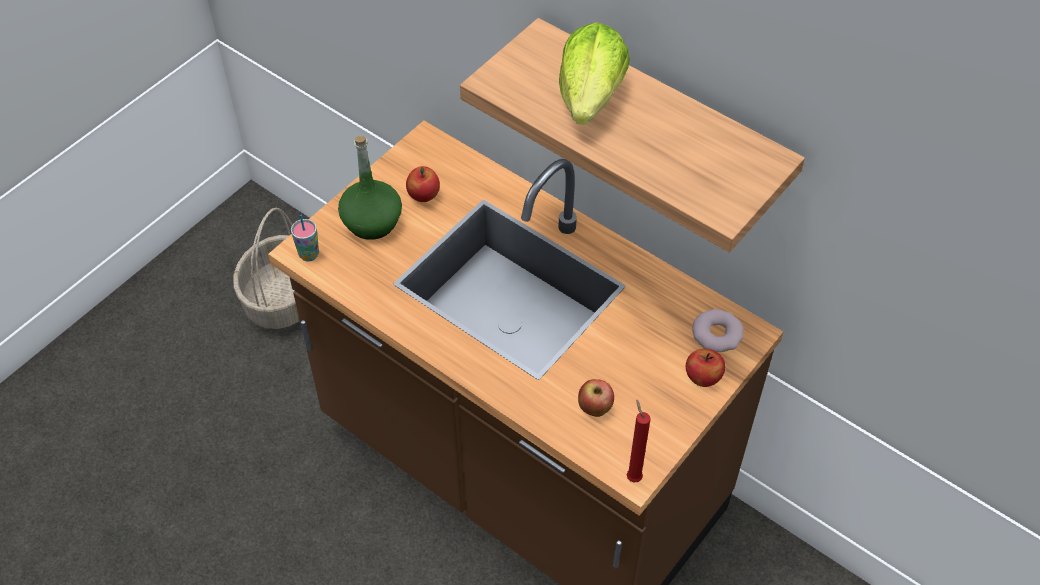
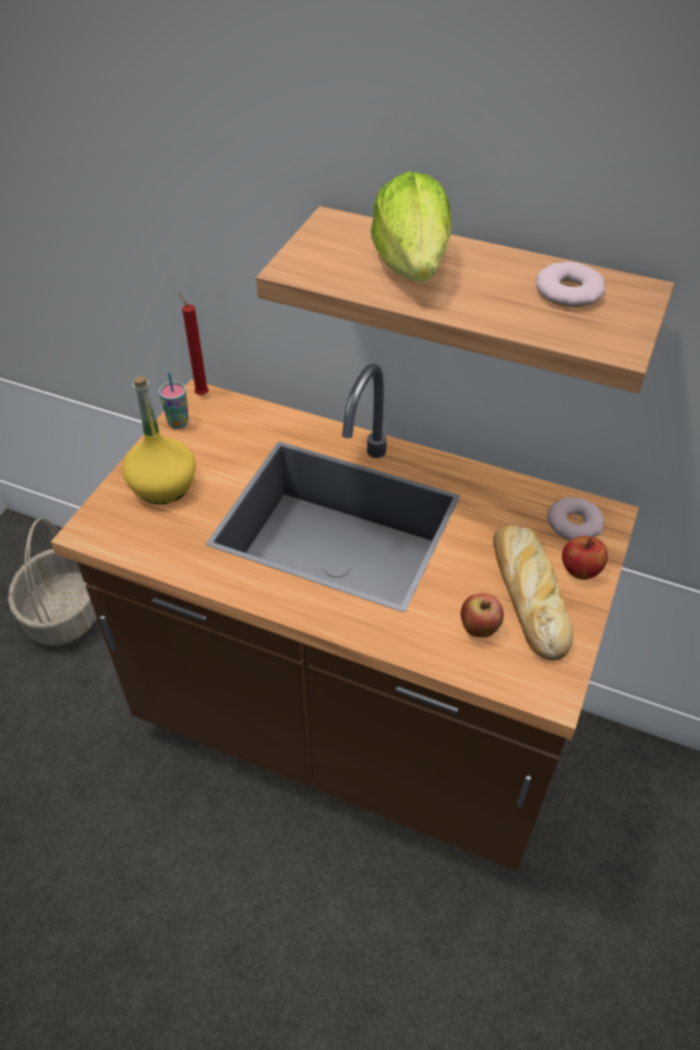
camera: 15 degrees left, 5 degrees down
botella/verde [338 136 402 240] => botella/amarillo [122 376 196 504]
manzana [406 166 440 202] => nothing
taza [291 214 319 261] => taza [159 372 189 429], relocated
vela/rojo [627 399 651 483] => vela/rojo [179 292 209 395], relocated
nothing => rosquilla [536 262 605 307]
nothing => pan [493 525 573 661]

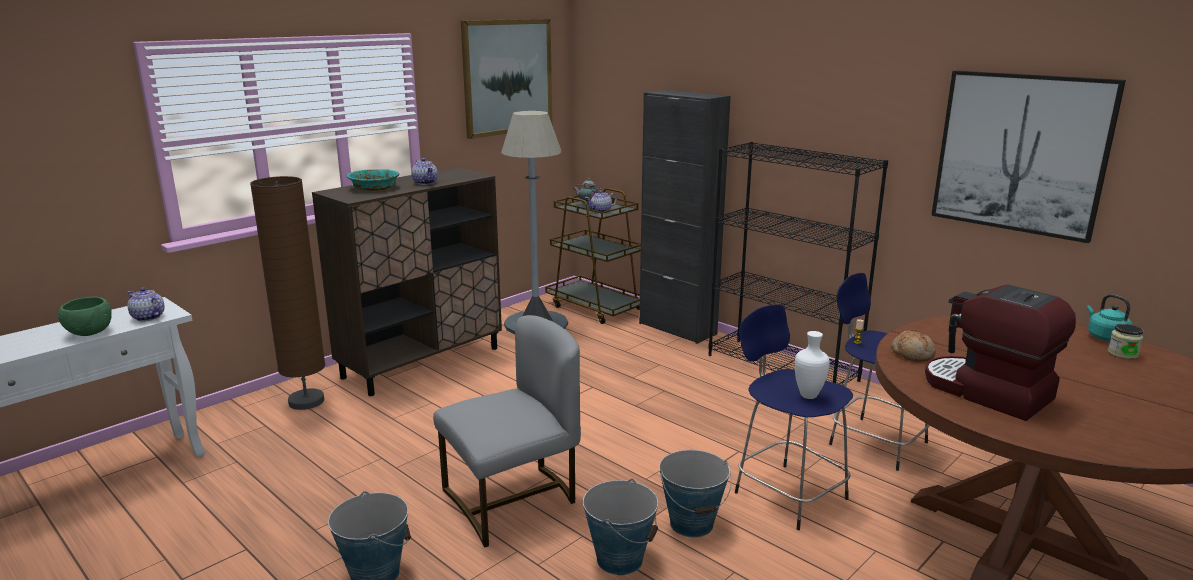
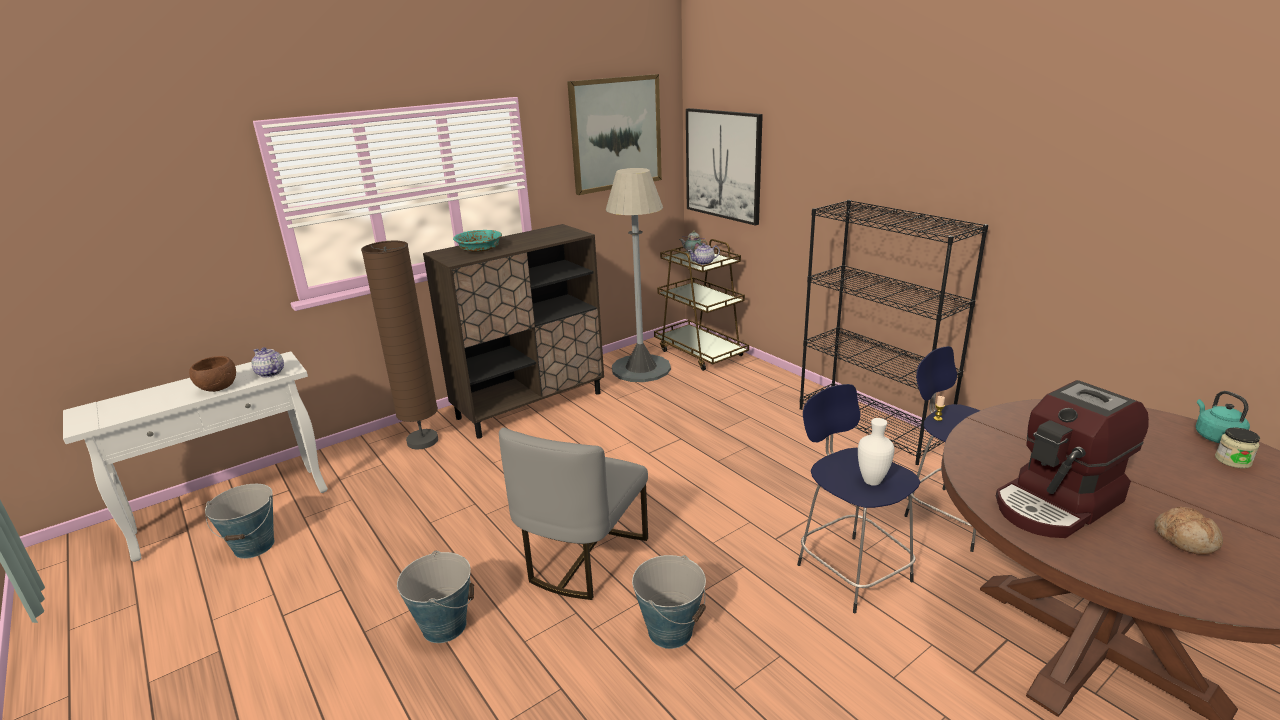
camera: 10 degrees right, 5 degrees up
cuadro [931 70 1126 243] => cuadro [686 108 763 225], relocated
armario/negro [639 90 731 344] => nothing
tetera [411 158 438 185] => nothing
cafetera [925 284 1076 421] => cafetera [996 380 1149 538], 90 degrees counterclockwise
cuenco/verde [58 297 112 336] => cuenco/marrón [189 356 236 392]
silla/gris [433 315 581 548] => silla/gris [499 428 648 600], 135 degrees clockwise
pan [891 330 936 362] => pan [1154 507 1223 555], relocated
cubo [659 450 732 538] => cubo [205 484 275 559], relocated

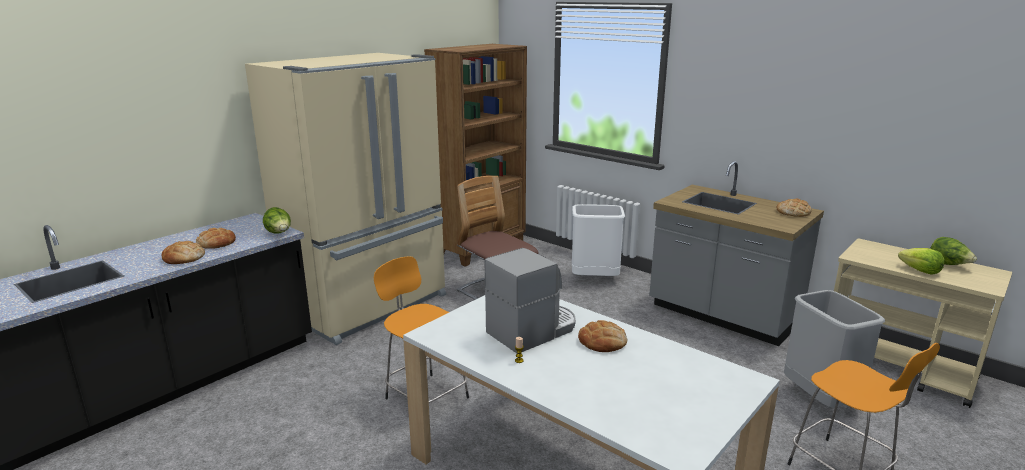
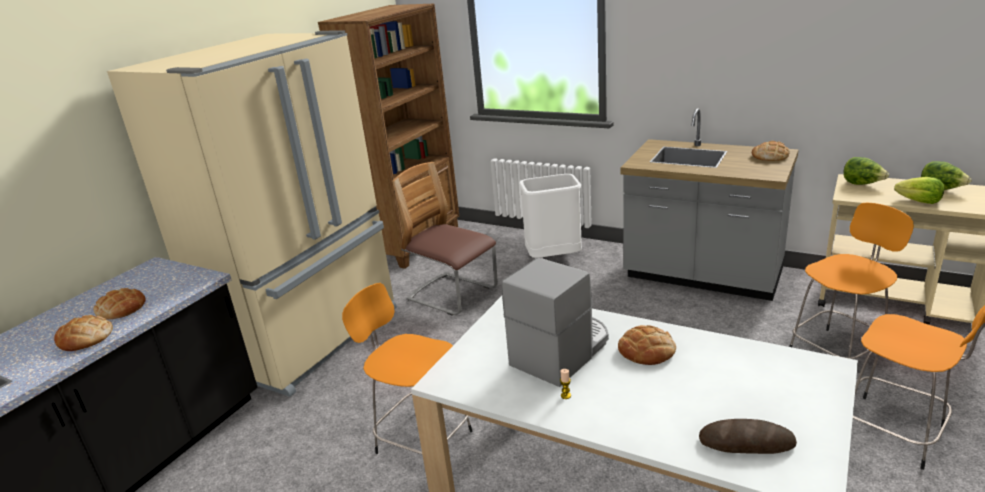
camera: 10 degrees left, 5 degrees up
lechuga [263 207 291 234] => lechuga [843 157 889 185], relocated
papelera/gris [784 290 885 407] => taburete/naranja [789 203 914 359]
nothing => pan [699 419 797 454]

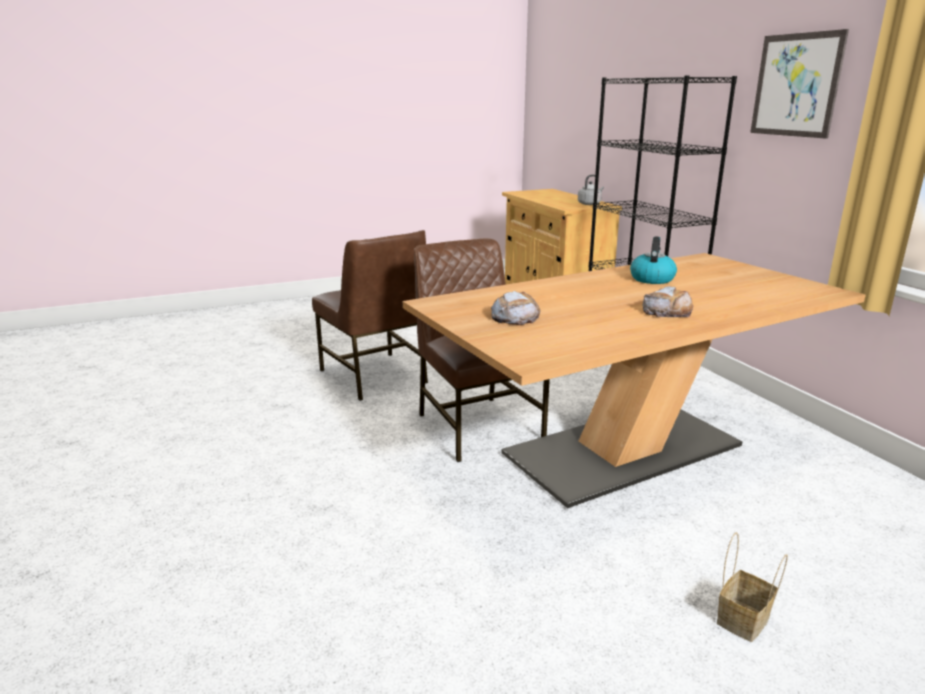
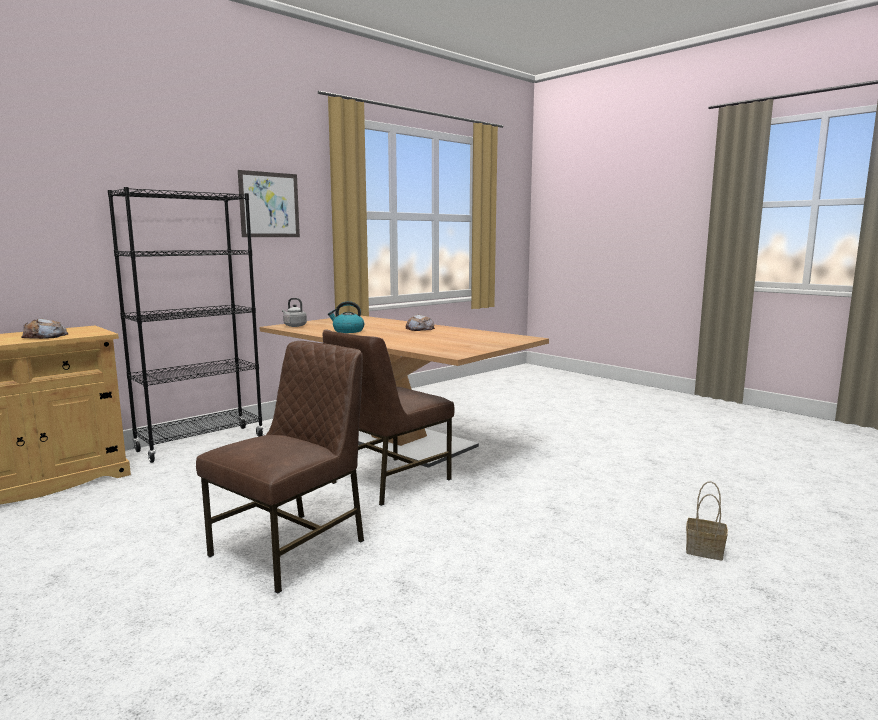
camera: 110 degrees left, 10 degrees down
hervidor/gris [578 175 604 205] => hervidor/gris [282 298 307 327], relocated
pan [491 291 541 325] => pan [21 318 69 339], relocated
cesta [717 532 788 642] => cesta [686 481 728 560], relocated

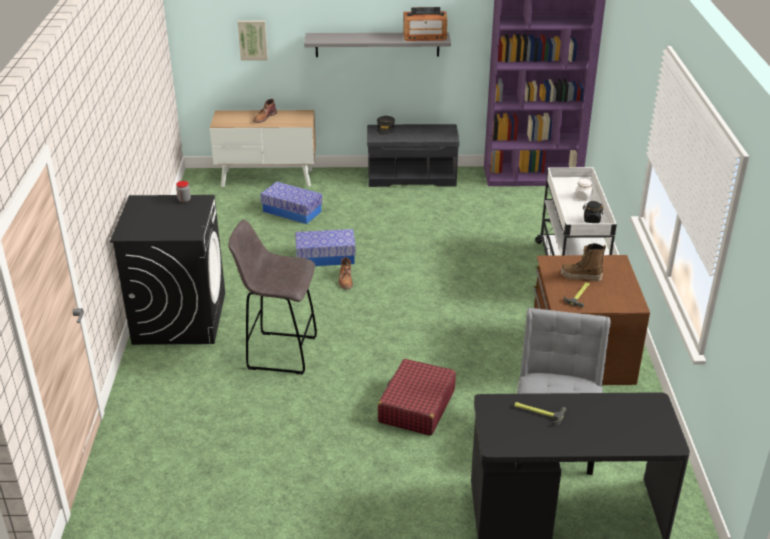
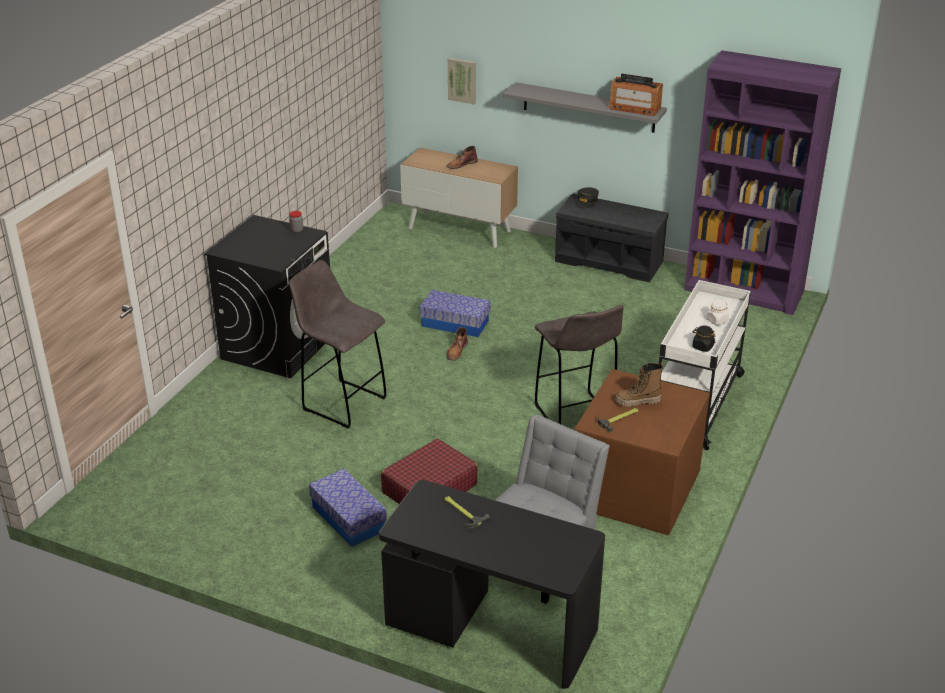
camera: 25 degrees right, 0 degrees up
caja de almacenaje [260 182 322 224] => caja de almacenaje [309 469 387 547], relocated
bota [561 243 606 281] => bota [615 363 663 407], 45 degrees counterclockwise
nothing => taburete/gris [535 305 624 424]

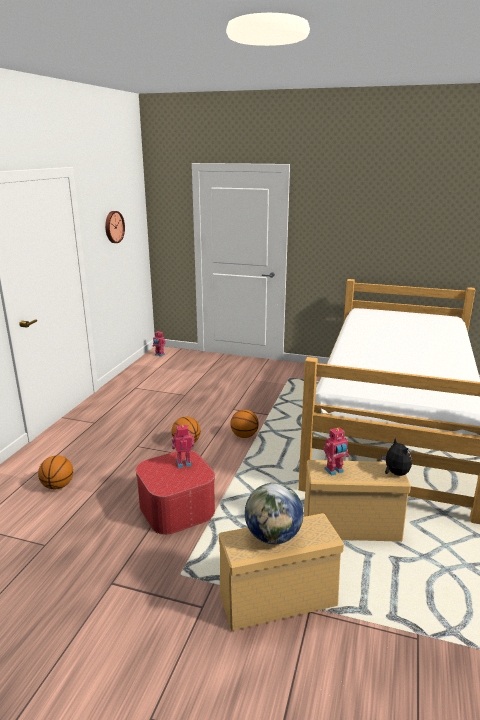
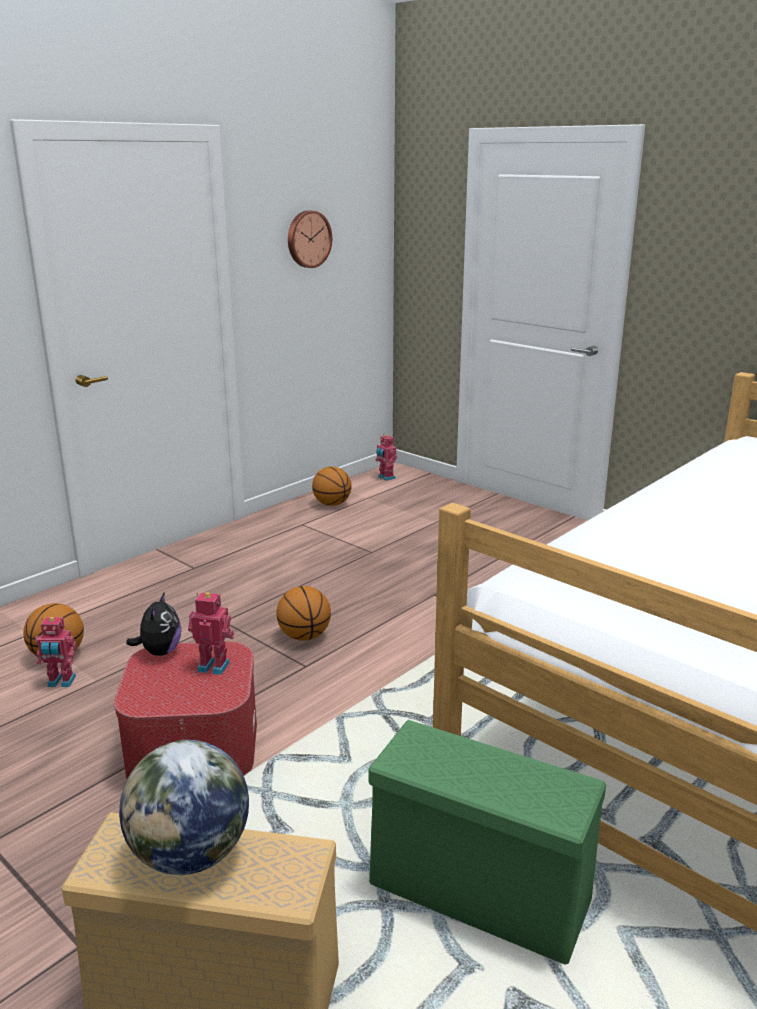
camera: 25 degrees right, 0 degrees up
balón de baloncesto [230 410 259 438] => balón de baloncesto [312 466 351 506], relocated
robot de juguete [323 427 349 476] => robot de juguete [35 617 76 687], relocated
peluche [382 437 412 476] => peluche [126 591 181 656], relocated
caja de almacenaje/beis [304 460 411 542] => caja de almacenaje/verde [369 720 606 965]

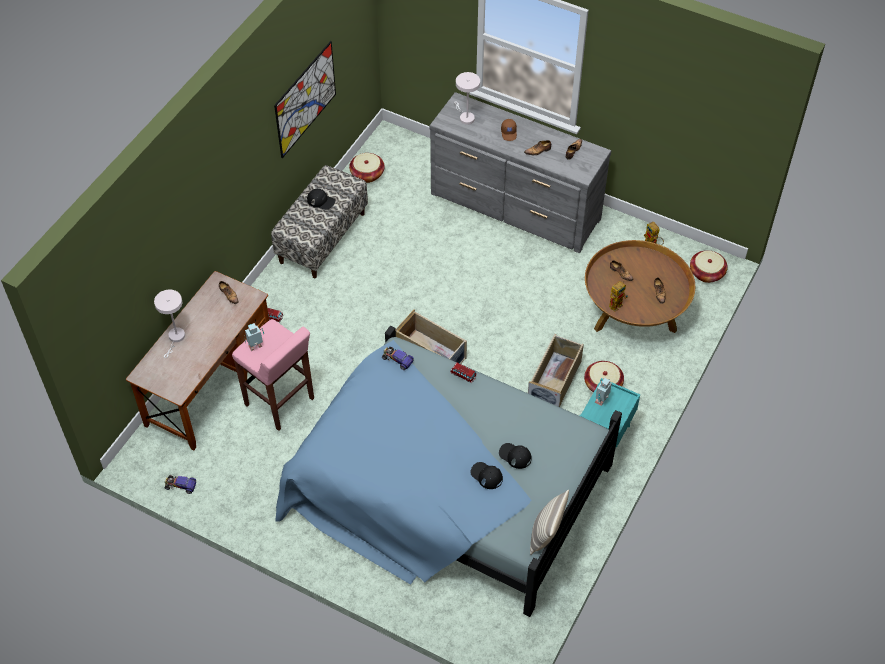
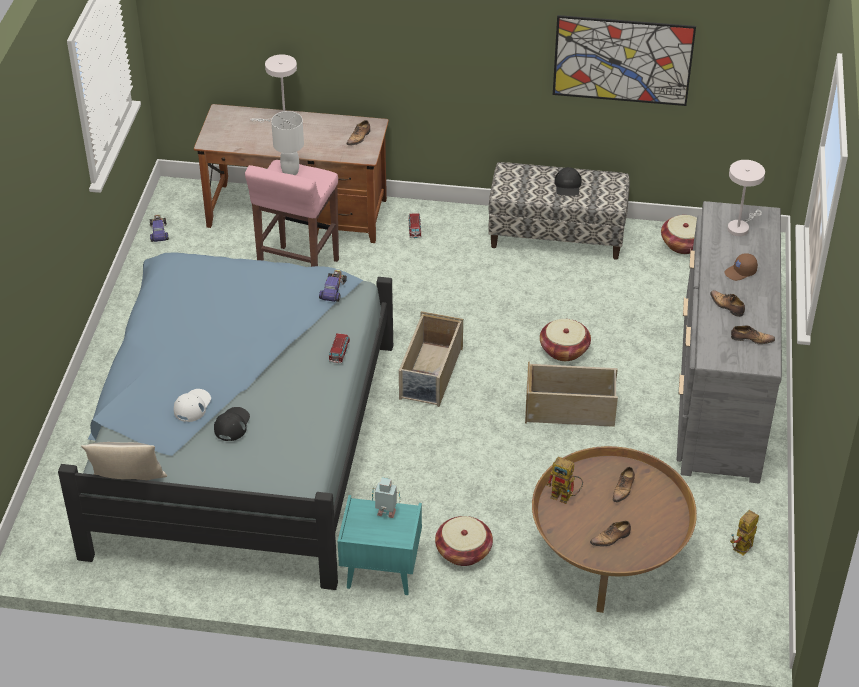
camera: 70 degrees right, 10 degrees down
cesta [690 250 728 283] => cesta [540 319 591 361], relocated
robot de juguete [244 323 264 351] => lámpara de mesa/blanco [271 111 304 175]
caja de almacenaje/beis [528 334 584 407] => caja de almacenaje/beis [525 361 618 427], relocated
gorra/negro [470 462 503 489] => gorra/blanco [174 389 211 422]

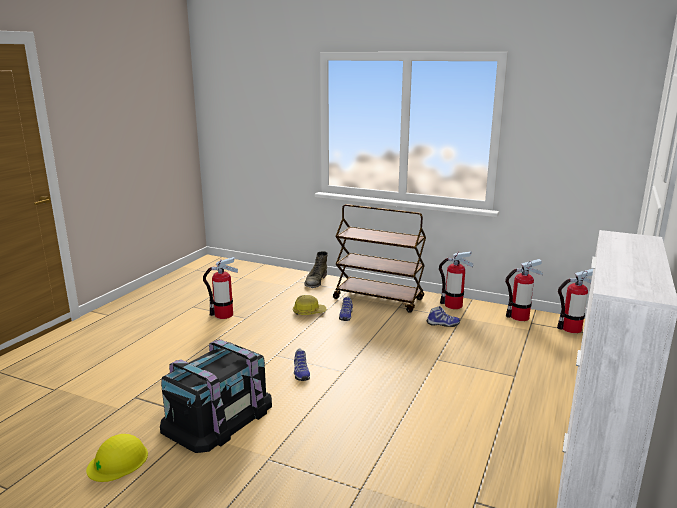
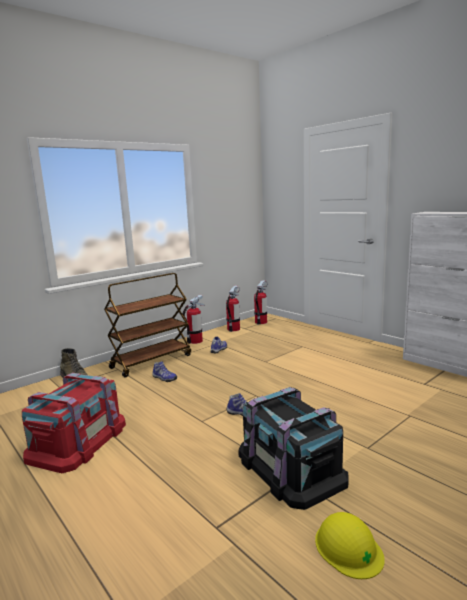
camera: 65 degrees left, 5 degrees down
extintor [203 257 238 319] => caja de almacenaje/rojo [22 373 126 473]
casco [293 295 326 315] => nothing

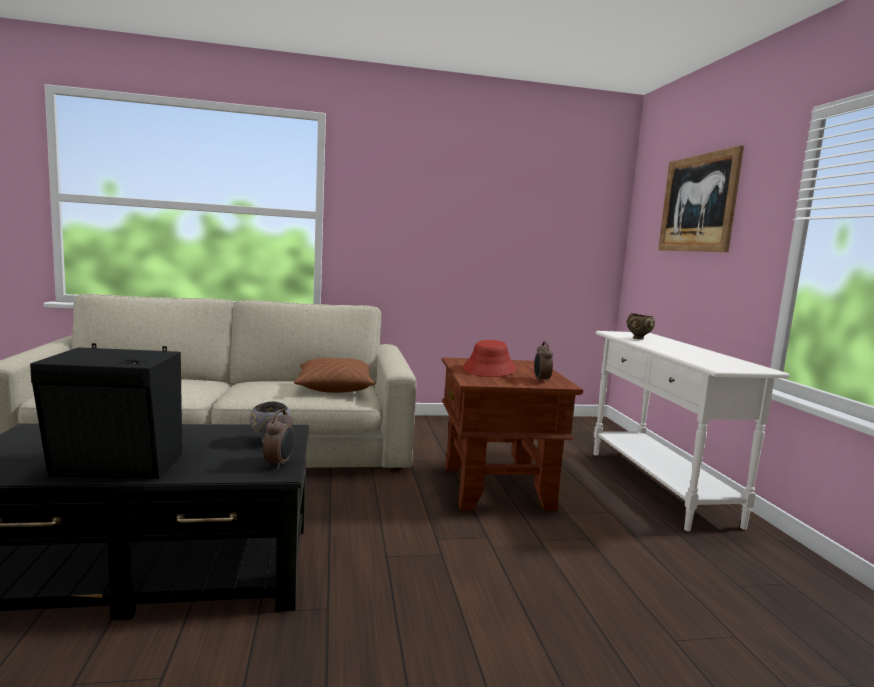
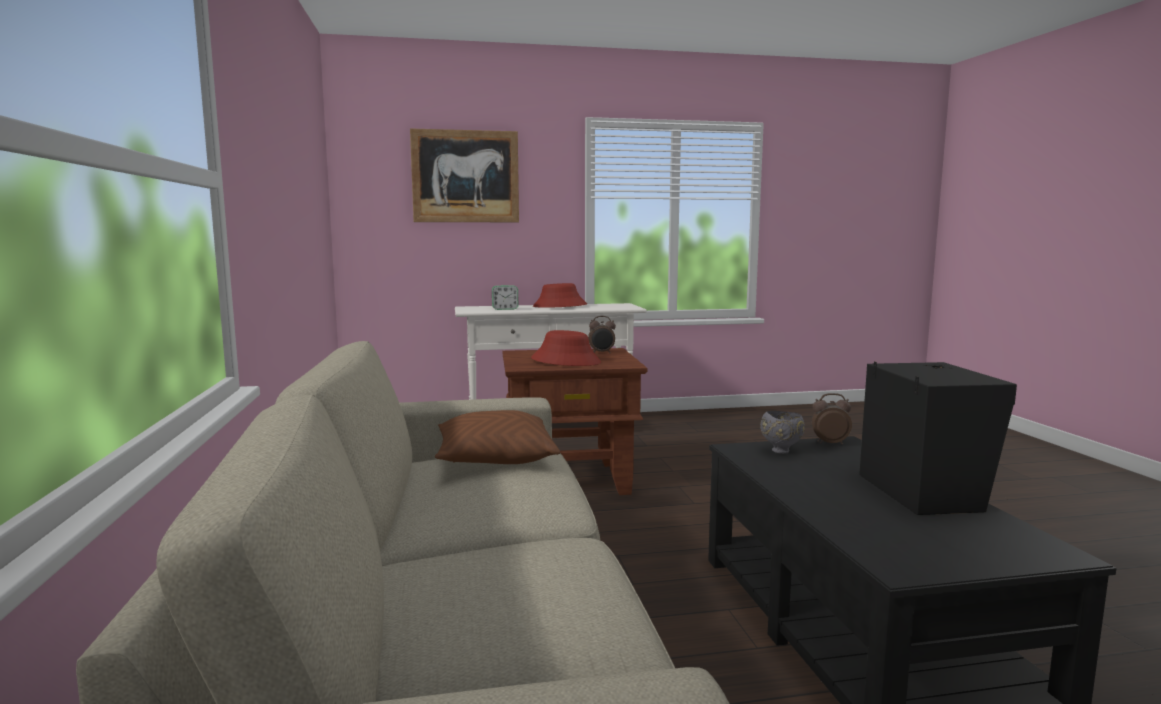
camera: 90 degrees left, 0 degrees up
cuenco/marrón [627 313 655 340] => despertador [492 285 518 310]
nothing => sombrero/rojo [533 283 587 308]

